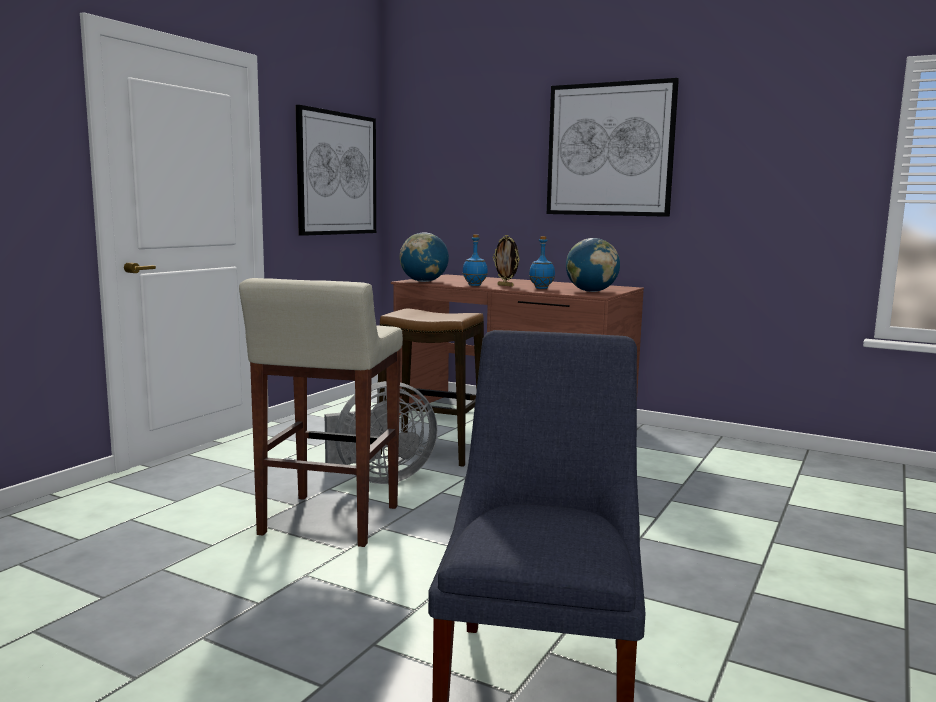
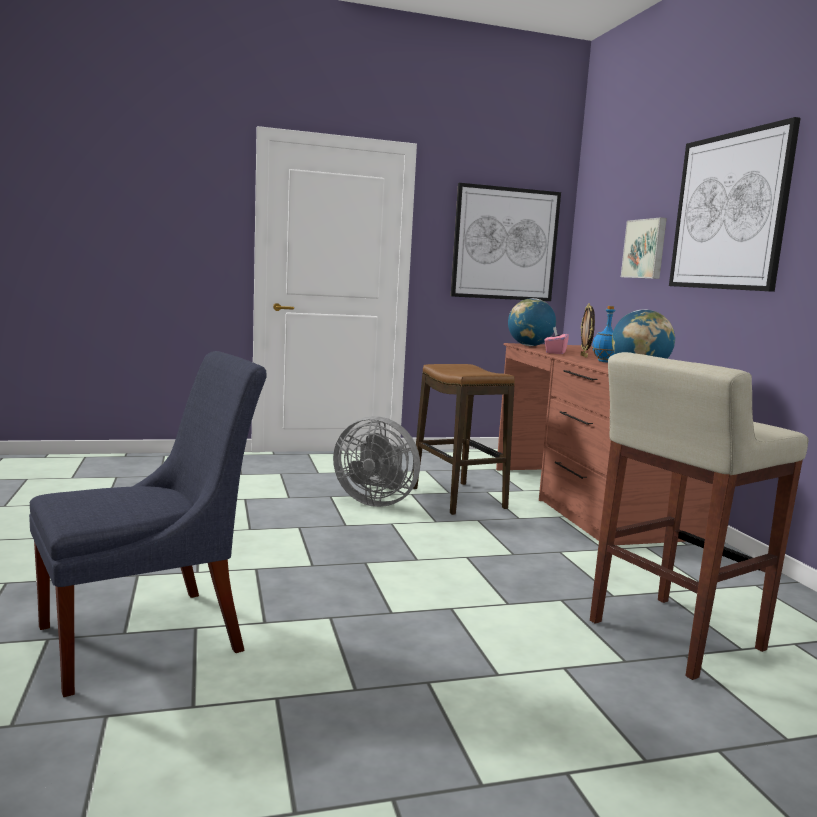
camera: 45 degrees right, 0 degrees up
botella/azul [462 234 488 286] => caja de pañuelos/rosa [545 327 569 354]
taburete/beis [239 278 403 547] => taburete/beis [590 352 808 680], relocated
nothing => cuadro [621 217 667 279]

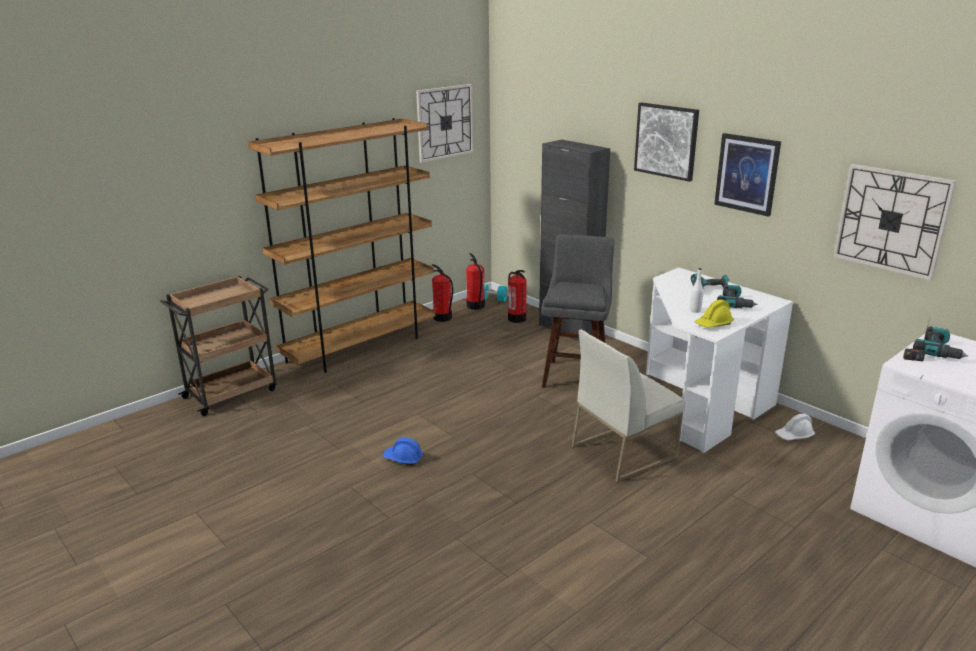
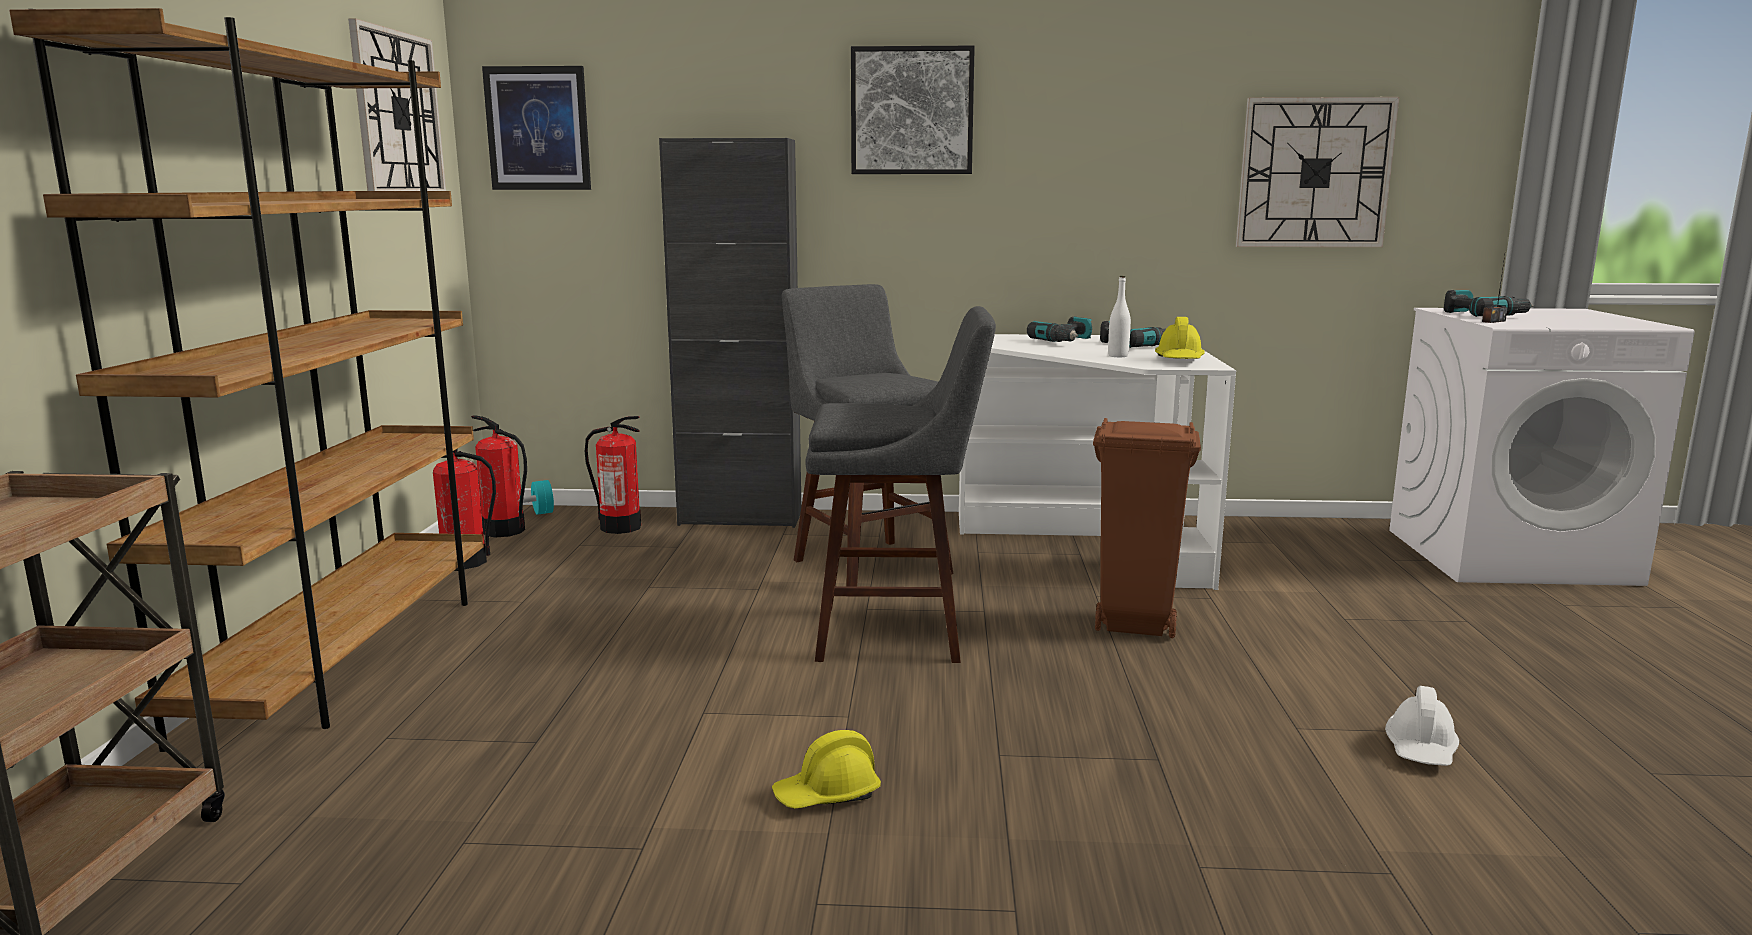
camera: 45 degrees left, 10 degrees down
cuadro [714 133 781 217] => cuadro [482 66 591 190], relocated
silla/blanco [572 330 685 482] => papelera/marrón [1093 418 1201 638]
casco/blanco [775 414 815 440] => casco/blanco [1385 686 1459 766], relocated
casco/azul [383 437 423 466] => casco/amarillo [772 730 881 809]
nothing => taburete/gris [805 306 996 663]

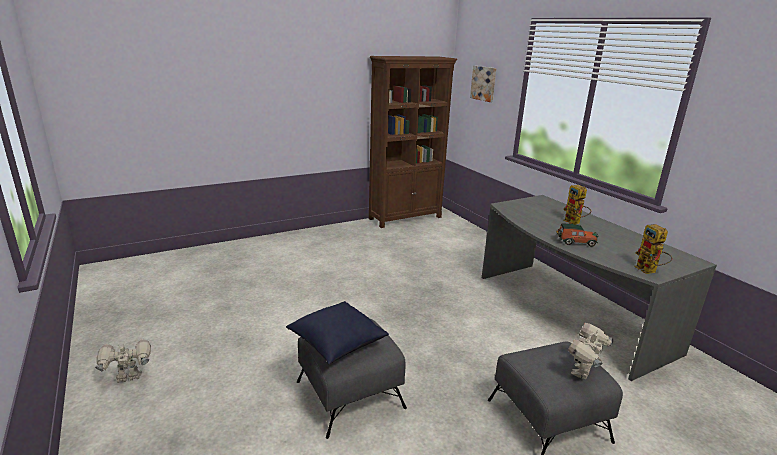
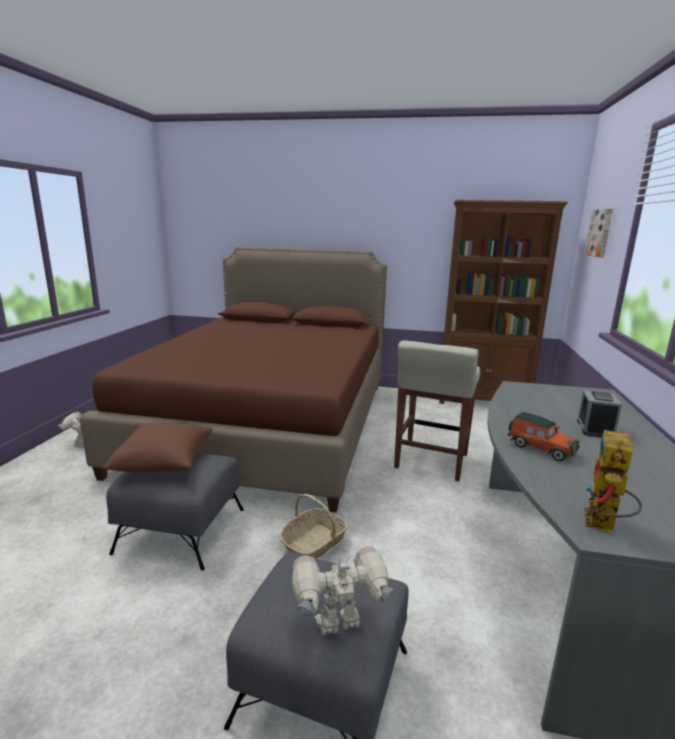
camera: 40 degrees right, 5 degrees down
robot de juguete [563 185 591 224] => despertador [577 390 622 438]
cojín/azul [286 301 389 365] => cojín/marrón [101 423 212 472]
nothing => cama/marrón [80 247 387 512]
nothing => taburete/beis [394 340 480 481]
nothing => cesta [279 494 348 558]

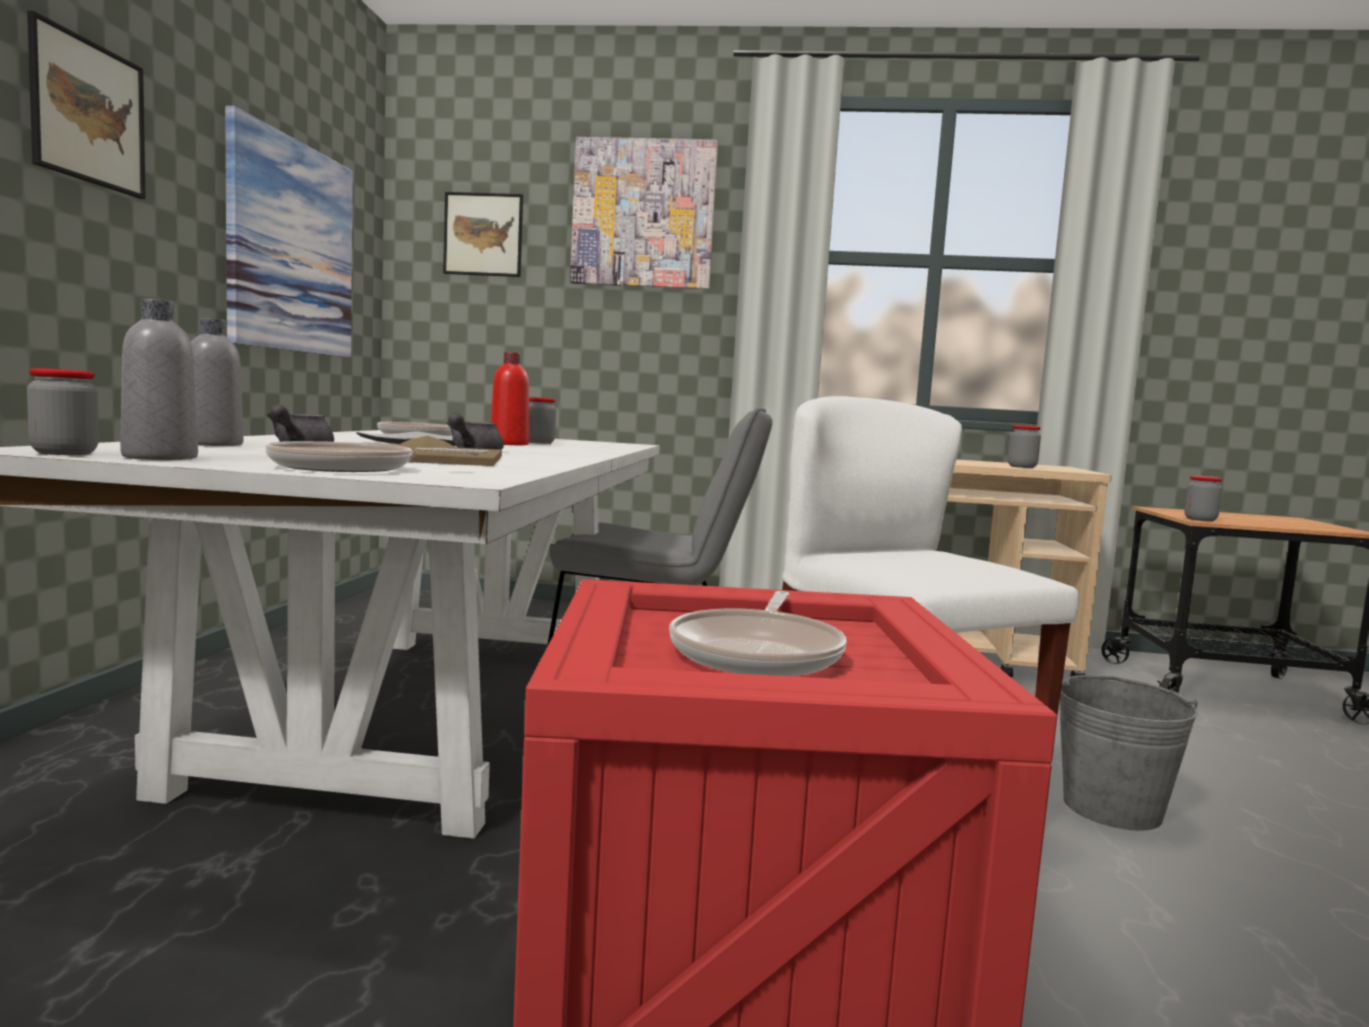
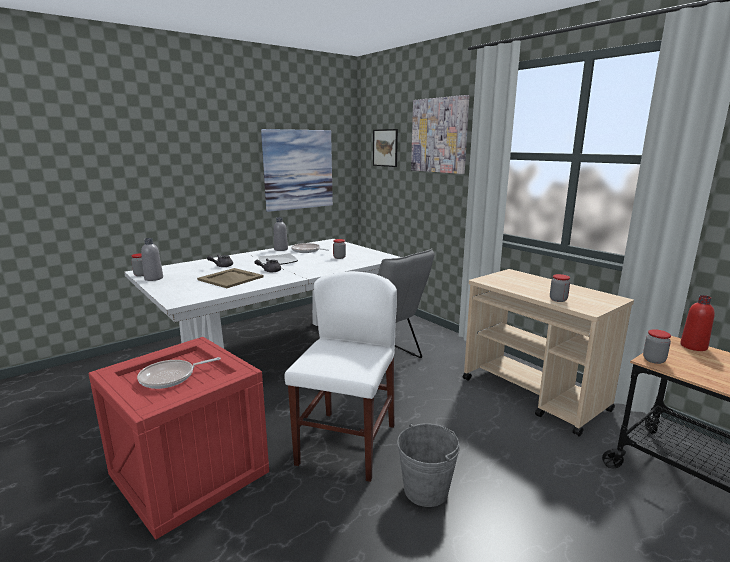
camera: 45 degrees right, 10 degrees up
cuadro [27 11 145 199] => nothing
botella/gris [191 318 244 446] => botella/gris [274 217 288 251], relocated
botella/rojo [491 352 529 445] => botella/rojo [680 295 715 351], relocated
sartén [265 441 488 472] => nothing

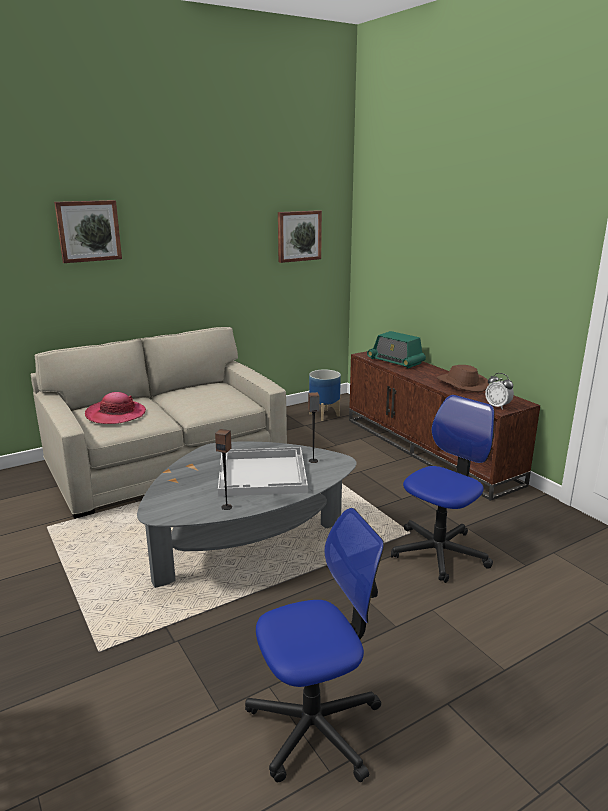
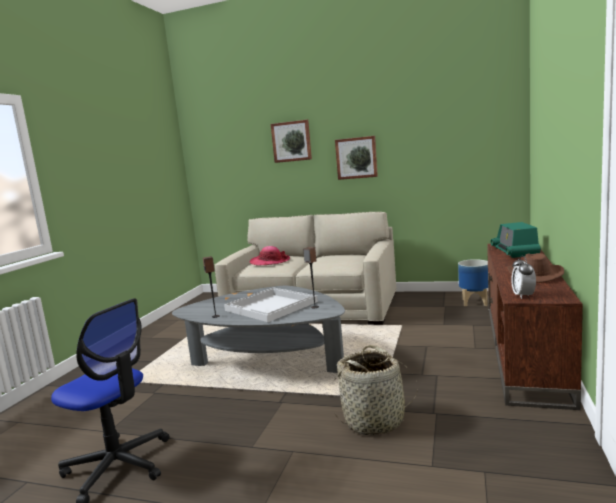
camera: 50 degrees right, 10 degrees down
cuadro [278 210 322 263] => cuadro [335 136 378 180], relocated
silla de oficina [391 395 495 583] => cesta [334 345 418 435]

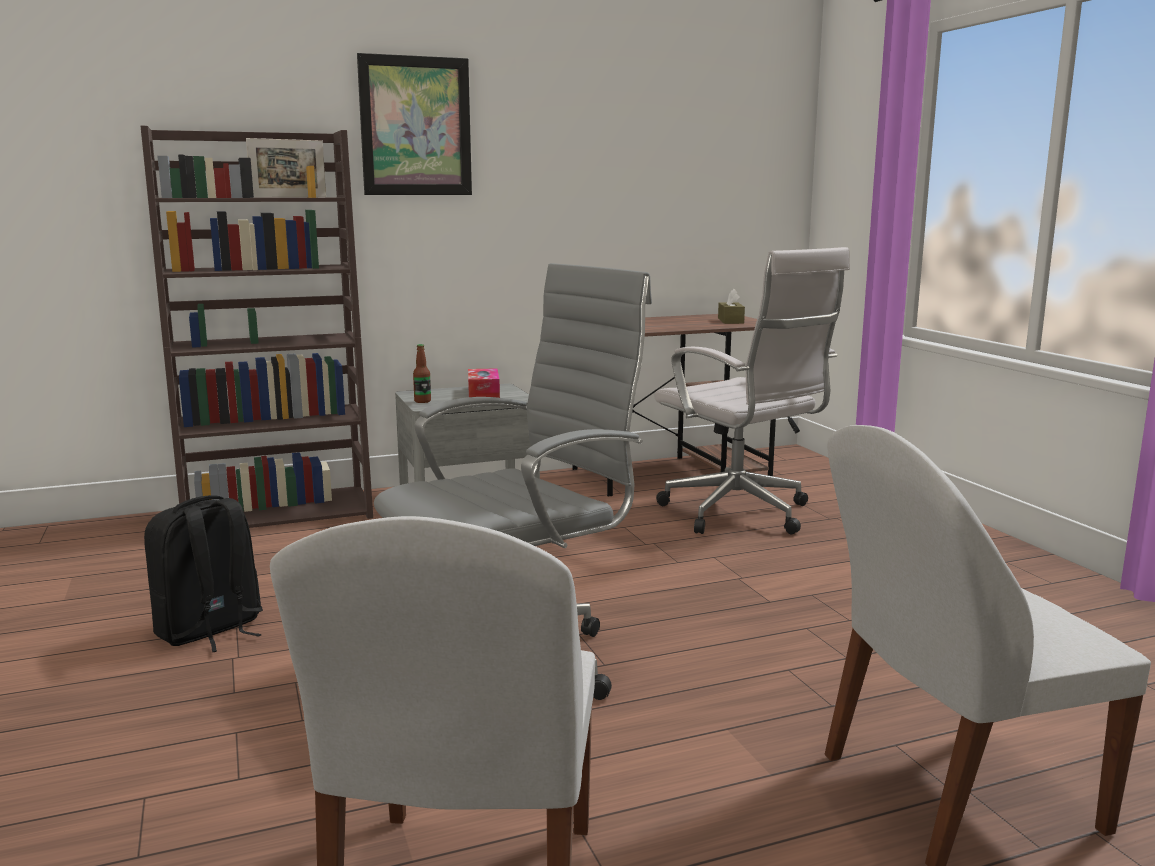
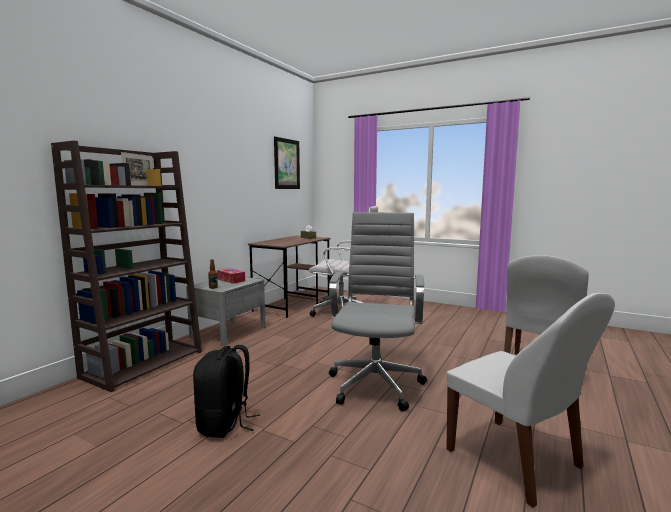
camera: 40 degrees left, 5 degrees down
cuadro [357 53 472 195] => cuadro [274 137 300 189], relocated

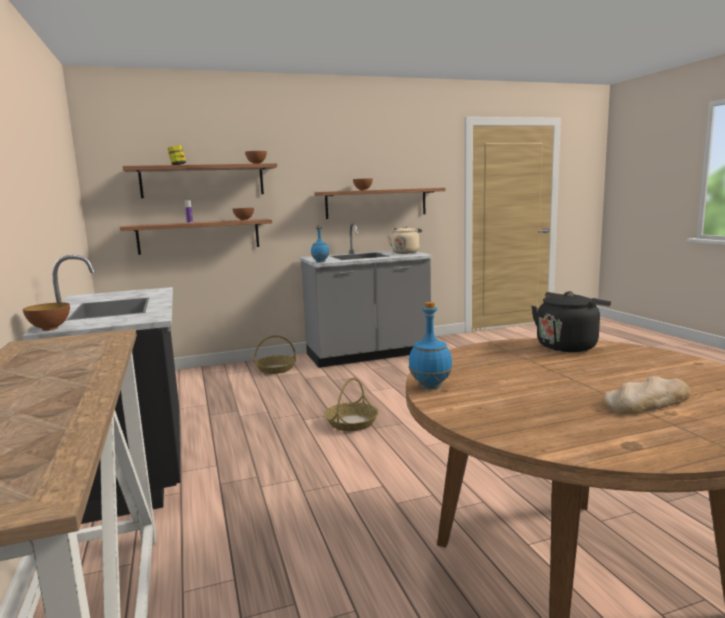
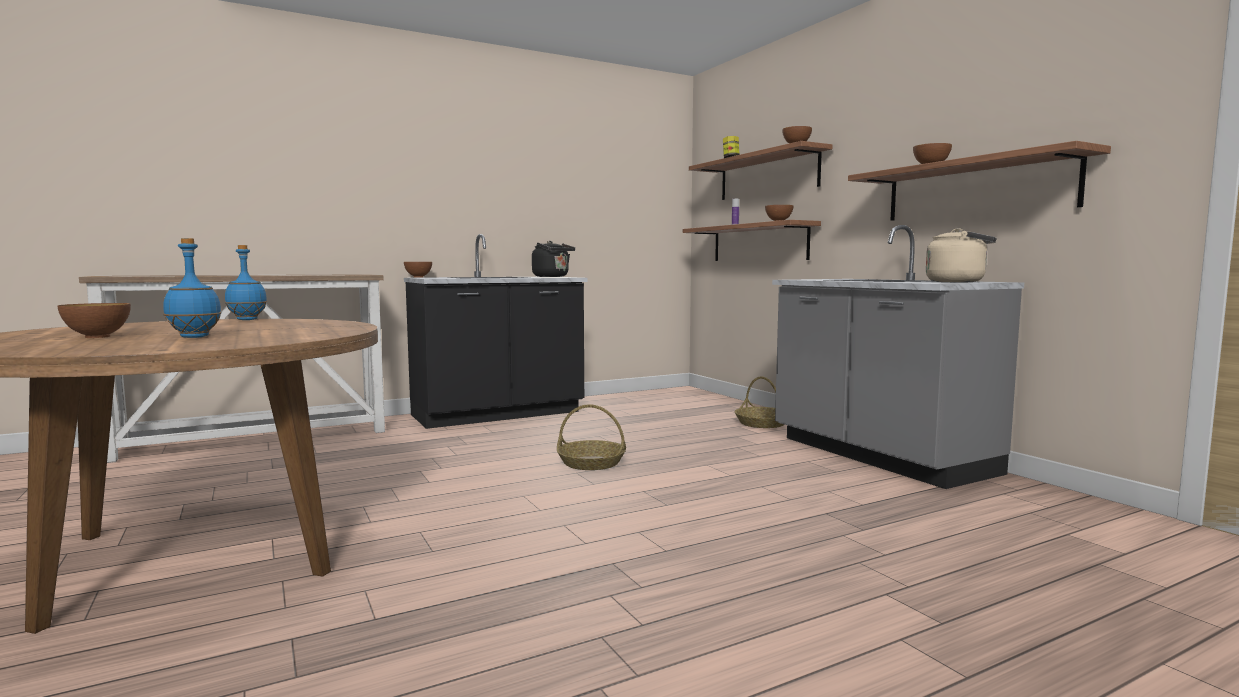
camera: 80 degrees right, 5 degrees down
botella/azul [311 225 329 262] => botella/azul [163 238 222 338], relocated
hervidor/negro [531 291 611 352] => hervidor/negro [532 241 575 277], relocated
pan [602 376 691 415] => cuenco [58 303 131 338]

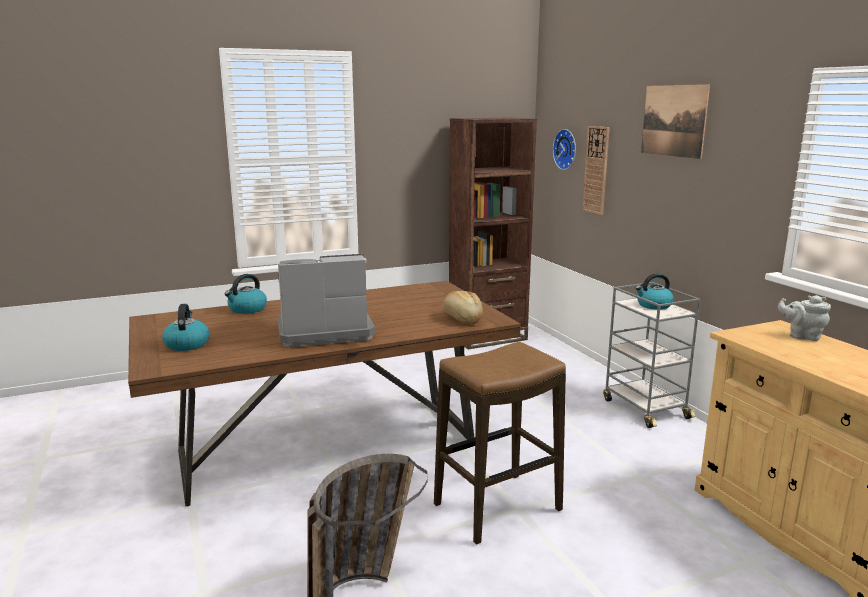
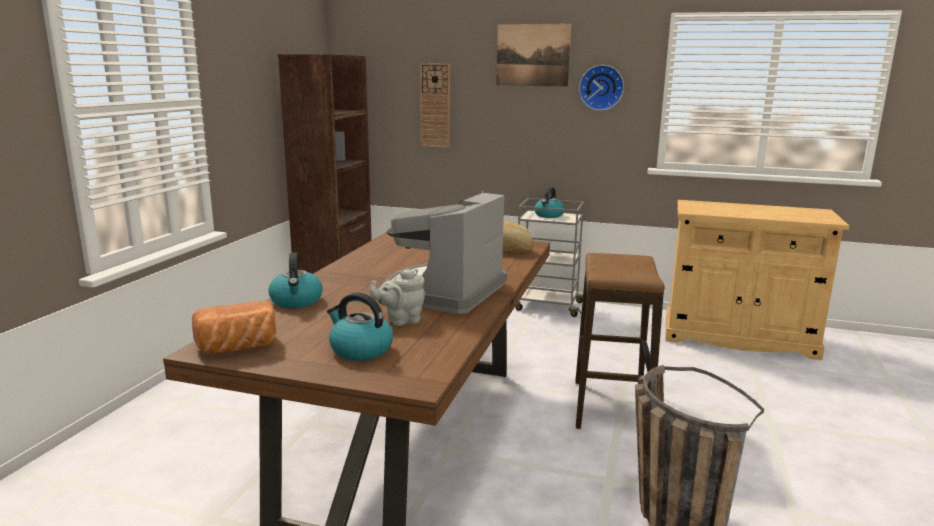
camera: 50 degrees left, 0 degrees up
reloj de pared [553 129 576 170] => reloj de pared [579 65 624 111], relocated
tetera/gris [778 295 831 341] => tetera/gris [369 269 425 326], relocated
nothing => pan [192 301 276 355]

